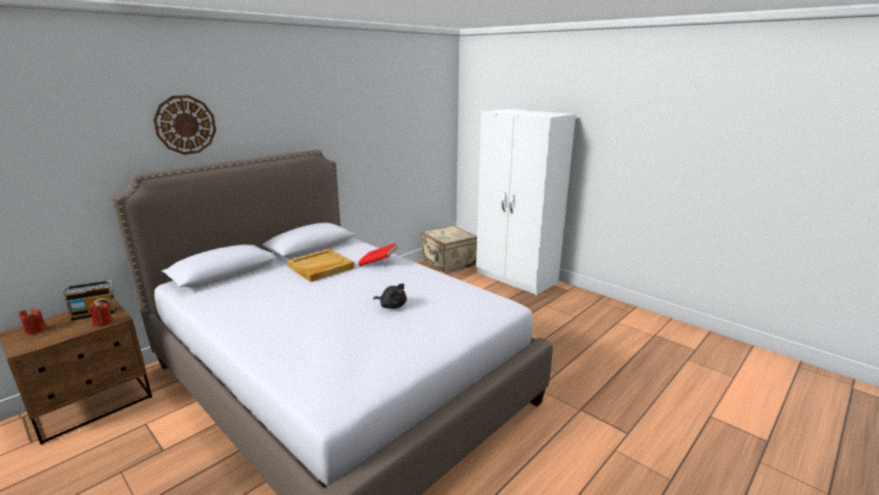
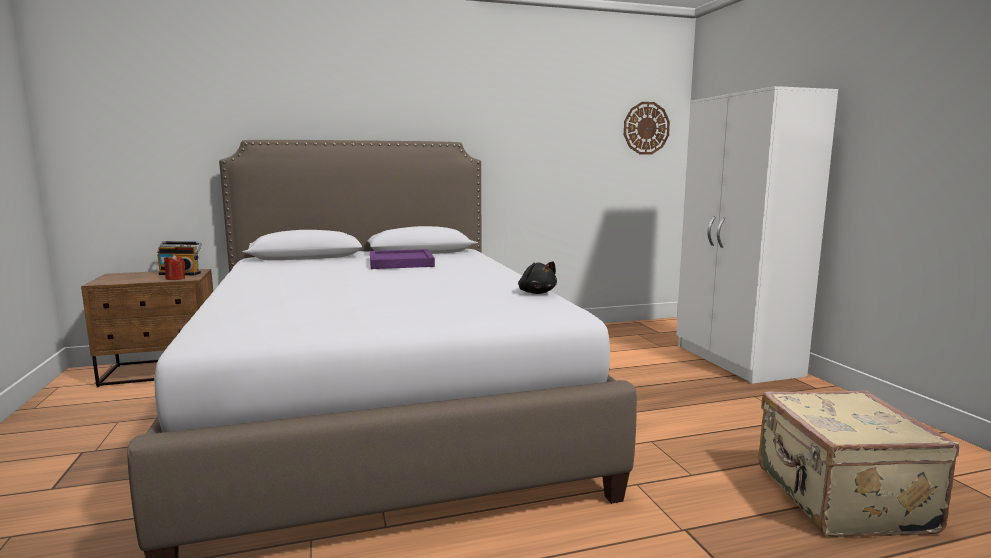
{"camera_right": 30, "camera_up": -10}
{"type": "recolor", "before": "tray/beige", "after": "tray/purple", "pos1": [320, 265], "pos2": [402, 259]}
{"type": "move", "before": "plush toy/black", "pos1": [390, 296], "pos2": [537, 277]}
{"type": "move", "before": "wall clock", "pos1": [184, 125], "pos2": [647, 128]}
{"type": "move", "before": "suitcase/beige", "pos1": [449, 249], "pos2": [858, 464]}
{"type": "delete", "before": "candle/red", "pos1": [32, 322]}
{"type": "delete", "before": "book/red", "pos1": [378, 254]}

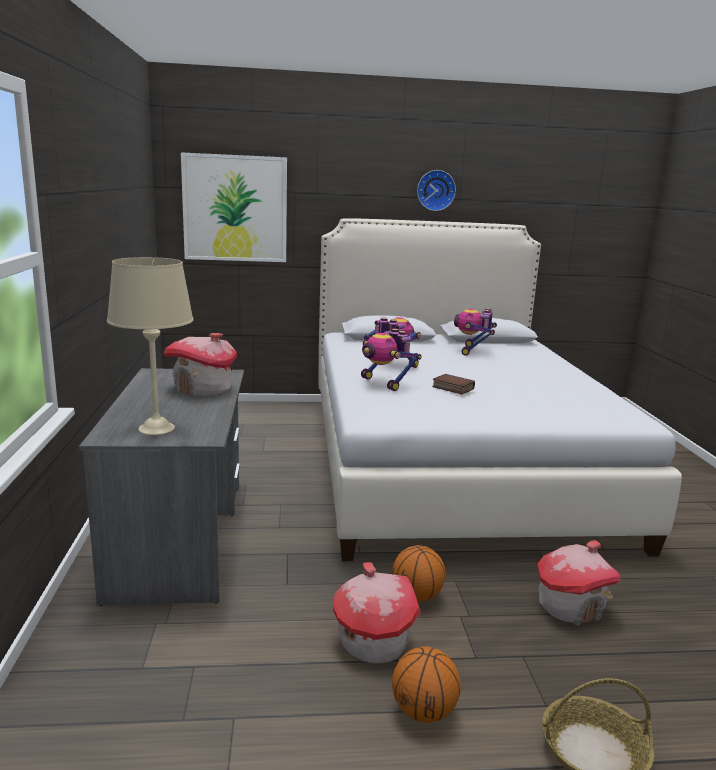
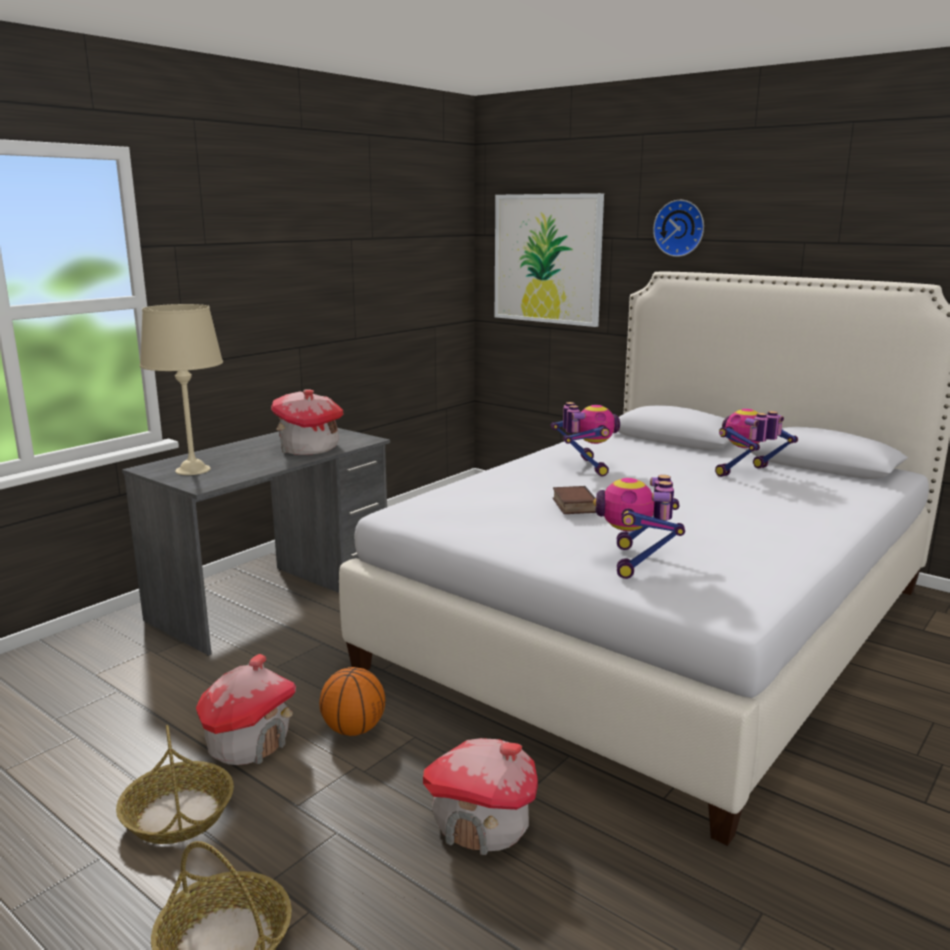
{"camera_right": 45, "camera_up": 0}
{"type": "replace", "before": "basketball", "after": "basket", "pos1": [426, 684], "pos2": [175, 784]}
{"type": "move", "before": "toy robot", "pos1": [391, 360], "pos2": [639, 527]}
{"type": "move", "before": "wall clock", "pos1": [436, 190], "pos2": [678, 228]}

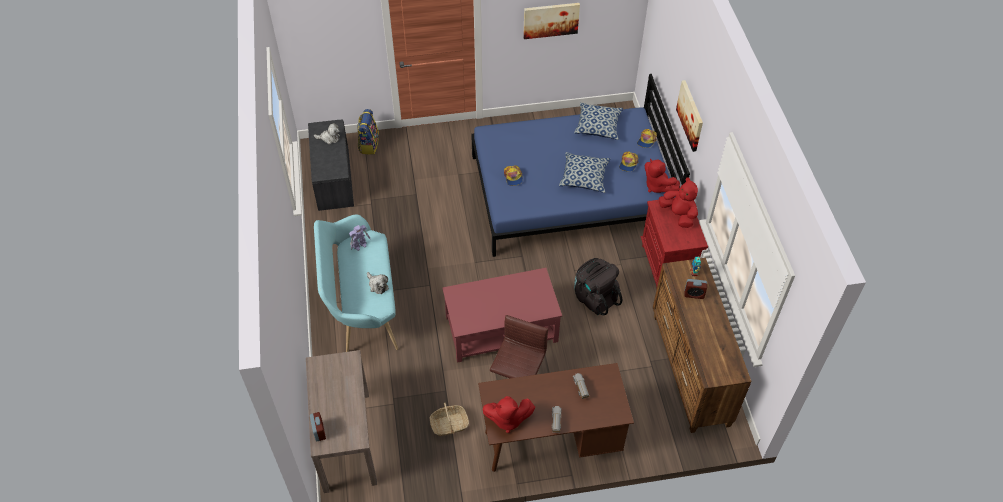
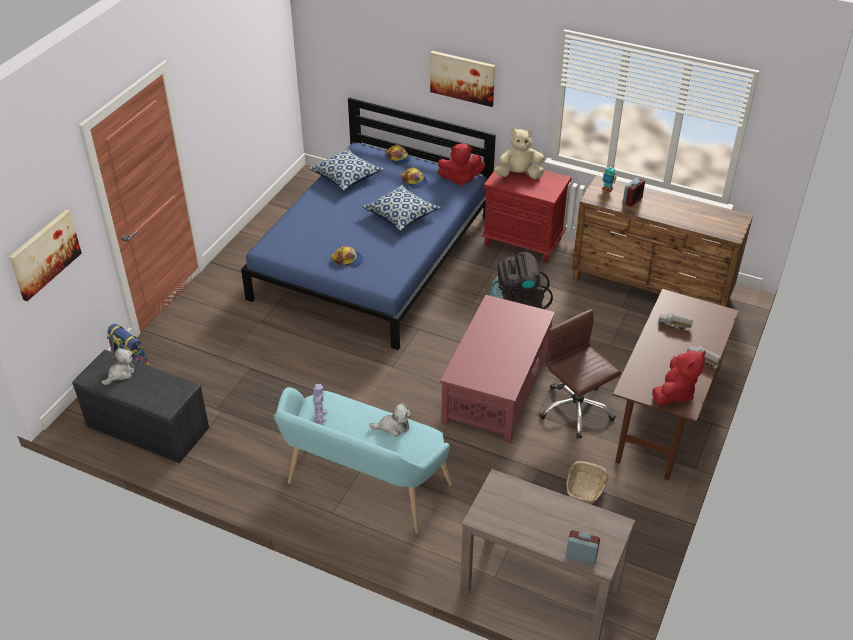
{"camera_right": -55, "camera_up": -10}
{"type": "move", "before": "picture", "pos1": [551, 21], "pos2": [45, 255]}
{"type": "recolor", "before": "plush toy/red", "after": "plush toy/beige", "pos1": [678, 202], "pos2": [519, 153]}

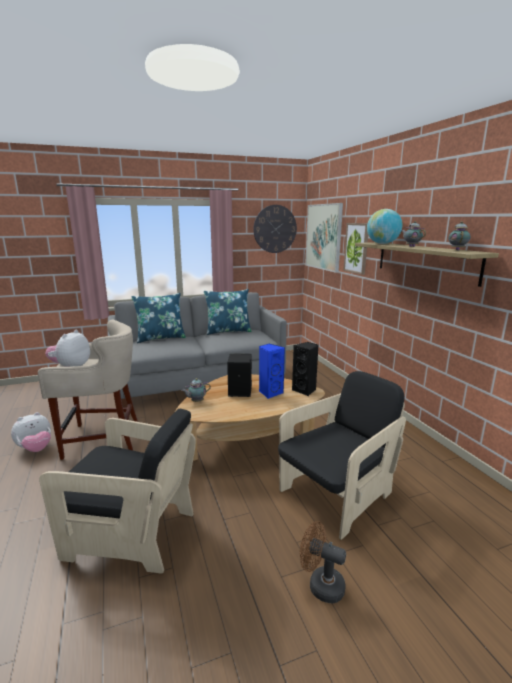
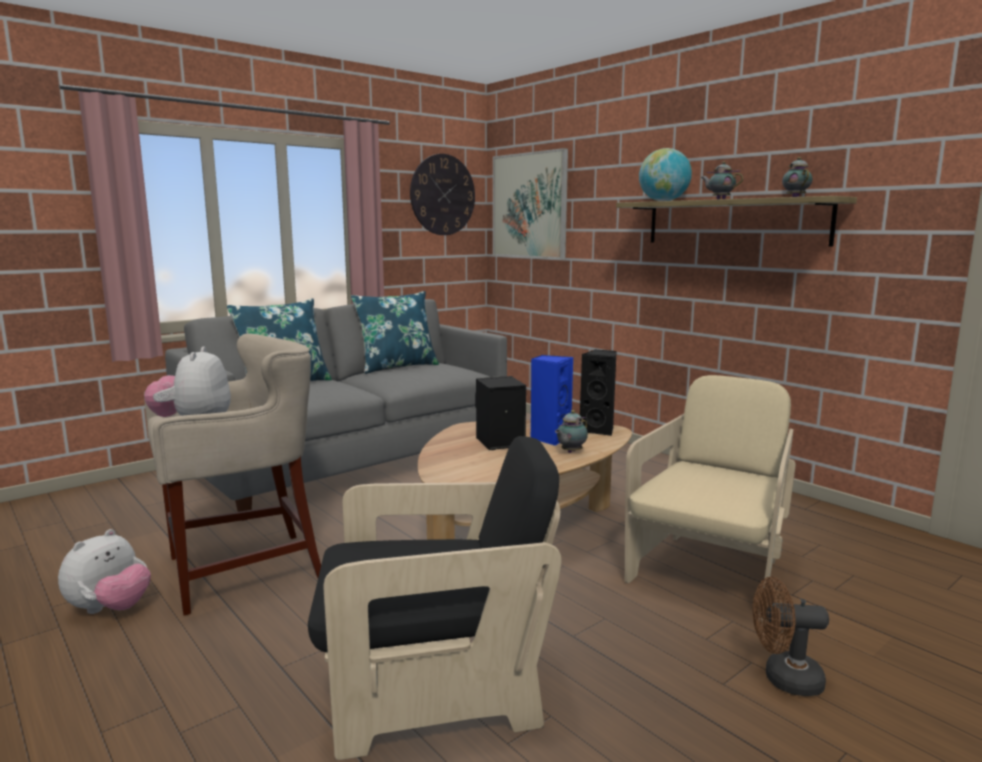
{"camera_right": -20, "camera_up": -5}
{"type": "move", "before": "teapot", "pos1": [196, 390], "pos2": [571, 431]}
{"type": "recolor", "before": "armchair/black", "after": "armchair/beige", "pos1": [342, 455], "pos2": [710, 498]}
{"type": "delete", "before": "picture", "pos1": [355, 249]}

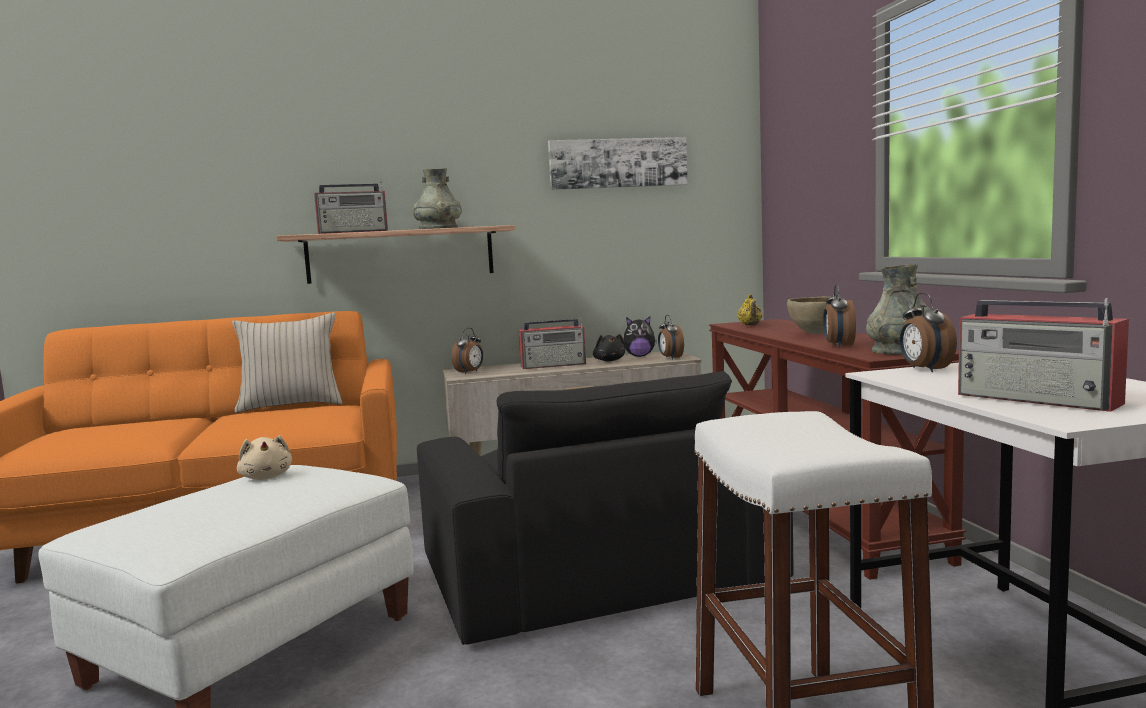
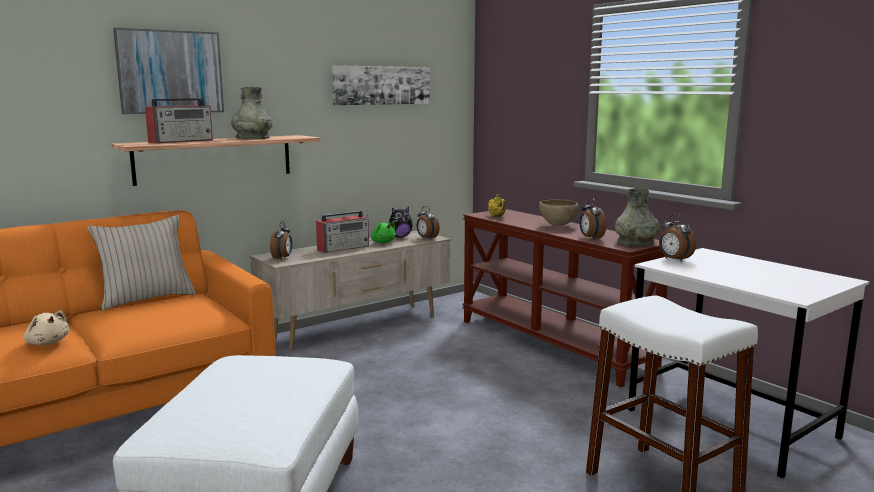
{"camera_right": -25, "camera_up": 5}
{"type": "move", "before": "plush toy/beige", "pos1": [264, 457], "pos2": [46, 327]}
{"type": "insert", "after": "picture", "pos2": [168, 71]}
{"type": "recolor", "before": "plush toy/black", "after": "plush toy/green", "pos1": [609, 347], "pos2": [383, 232]}
{"type": "delete", "before": "armchair/black", "pos1": [605, 508]}
{"type": "delete", "before": "radio", "pos1": [1043, 355]}

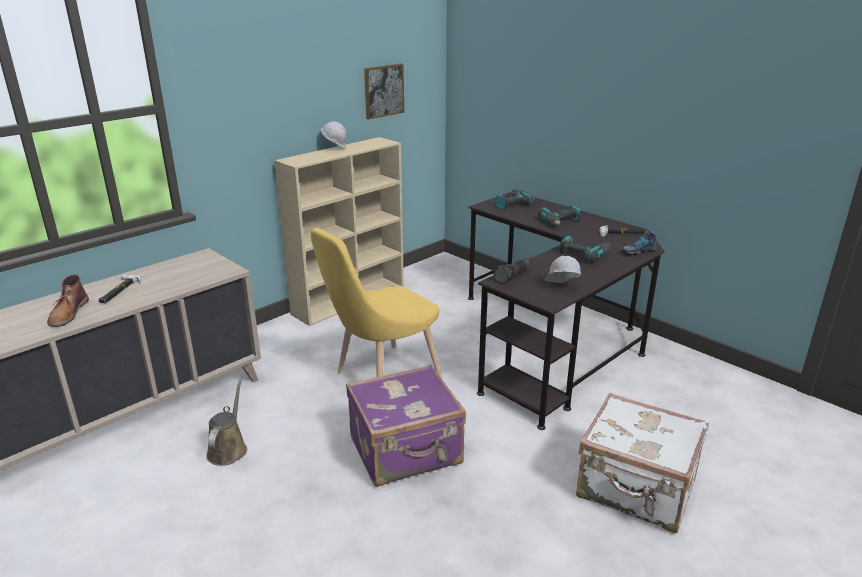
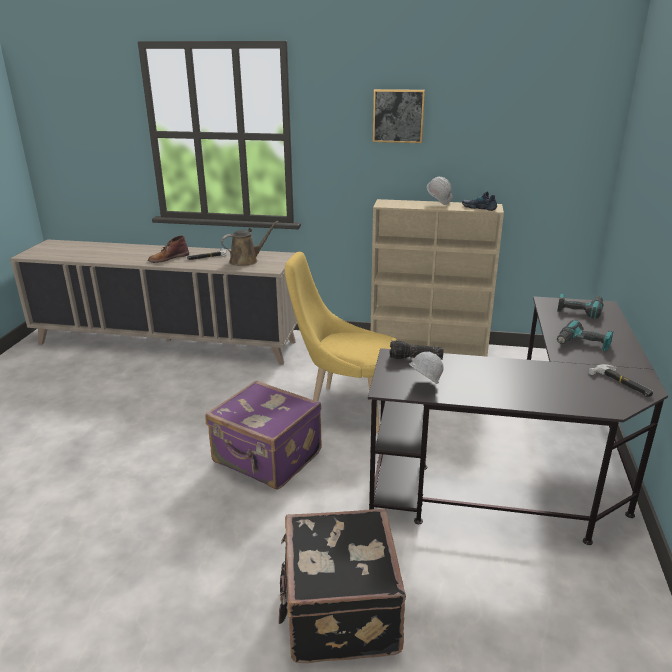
{"camera_right": 55, "camera_up": 0}
{"type": "move", "before": "watering can/brown", "pos1": [226, 422], "pos2": [250, 243]}
{"type": "recolor", "before": "suitcase/white", "after": "suitcase/black", "pos1": [642, 463], "pos2": [342, 585]}
{"type": "move", "before": "picture", "pos1": [384, 91], "pos2": [399, 116]}
{"type": "move", "before": "shoe", "pos1": [639, 244], "pos2": [479, 201]}
{"type": "delete", "before": "power drill", "pos1": [585, 249]}

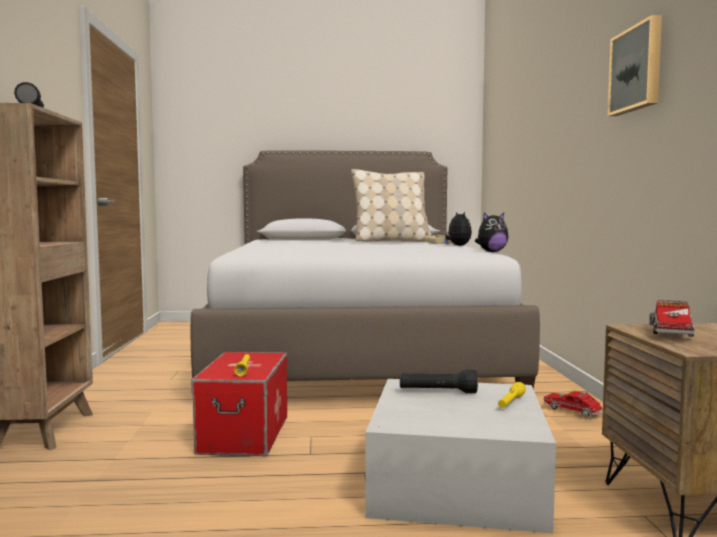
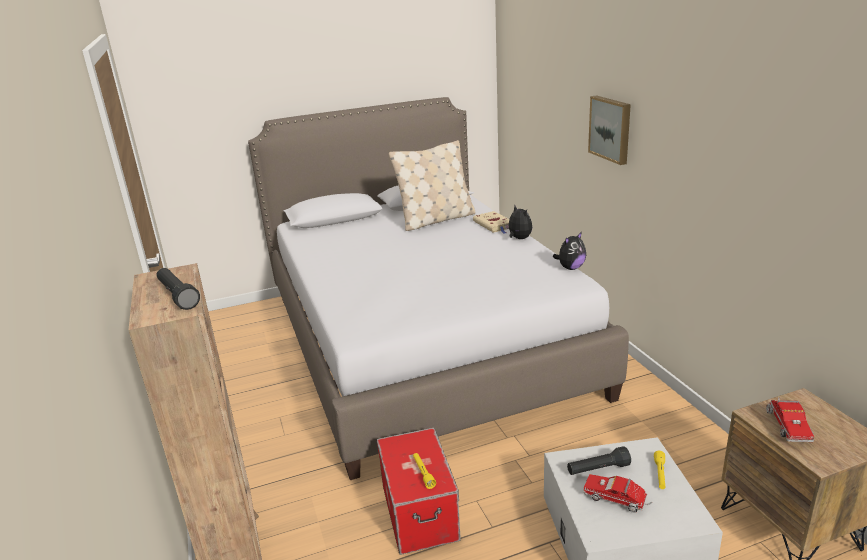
{"camera_right": -15, "camera_up": 20}
{"type": "move", "before": "toy truck", "pos1": [573, 404], "pos2": [617, 493]}
{"type": "move", "before": "picture", "pos1": [635, 65], "pos2": [609, 130]}

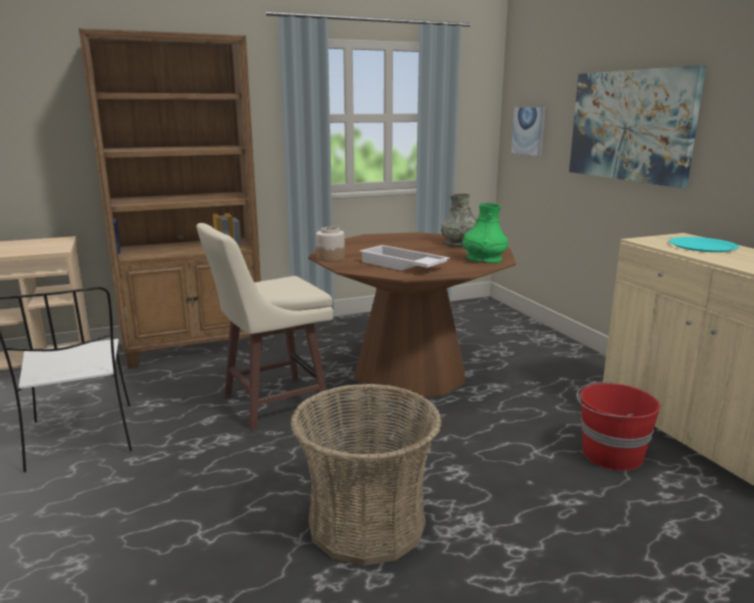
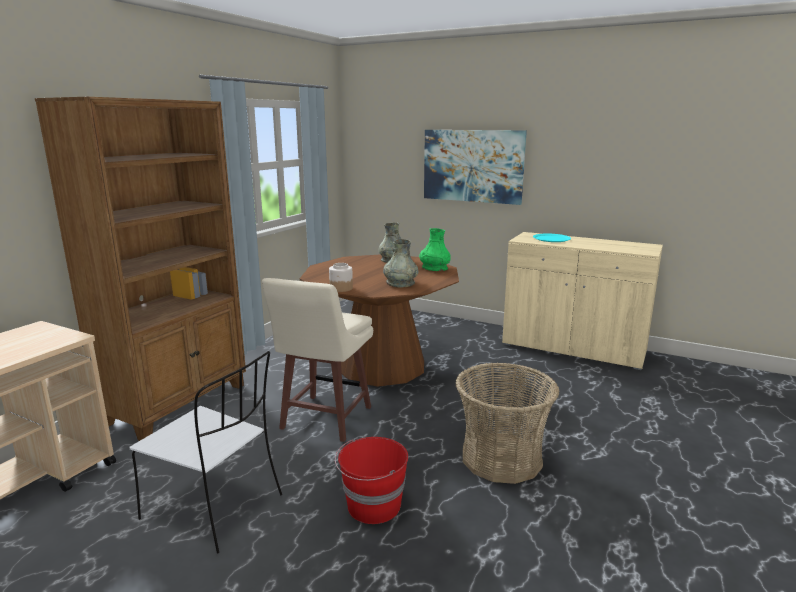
{"camera_right": -40, "camera_up": 0}
{"type": "move", "before": "bucket/red", "pos1": [618, 426], "pos2": [371, 480]}
{"type": "replace", "before": "tray/white", "after": "vase/grey", "pos1": [404, 258], "pos2": [400, 263]}
{"type": "delete", "before": "picture", "pos1": [528, 132]}

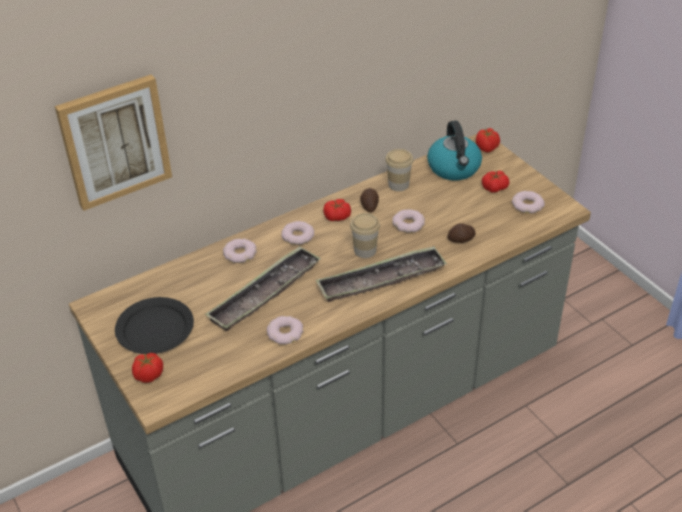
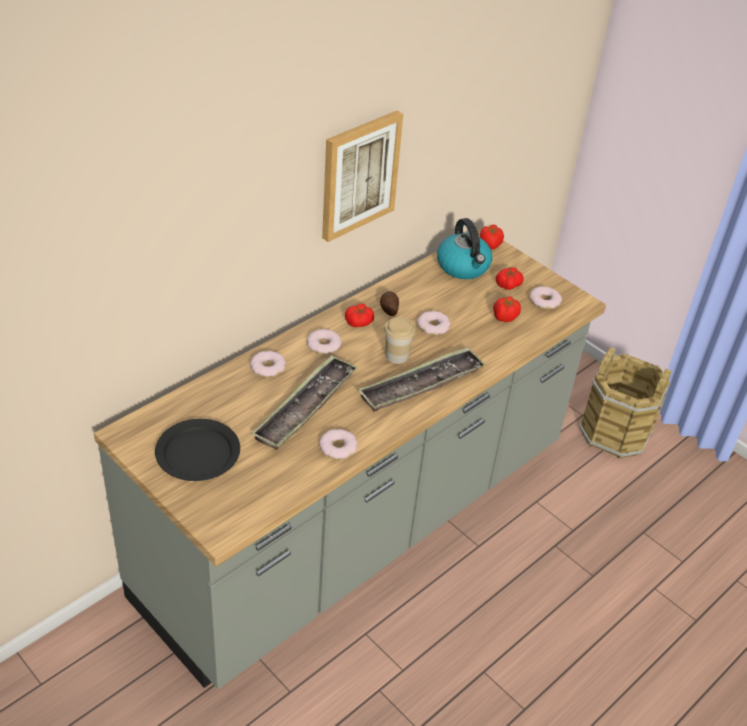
{"camera_right": -15, "camera_up": 0}
{"type": "move", "before": "picture", "pos1": [113, 142], "pos2": [362, 176]}
{"type": "move", "before": "tomato", "pos1": [147, 368], "pos2": [507, 309]}
{"type": "insert", "after": "bucket/brown", "pos2": [625, 403]}
{"type": "delete", "before": "cup", "pos1": [399, 170]}
{"type": "delete", "before": "potato", "pos1": [461, 233]}

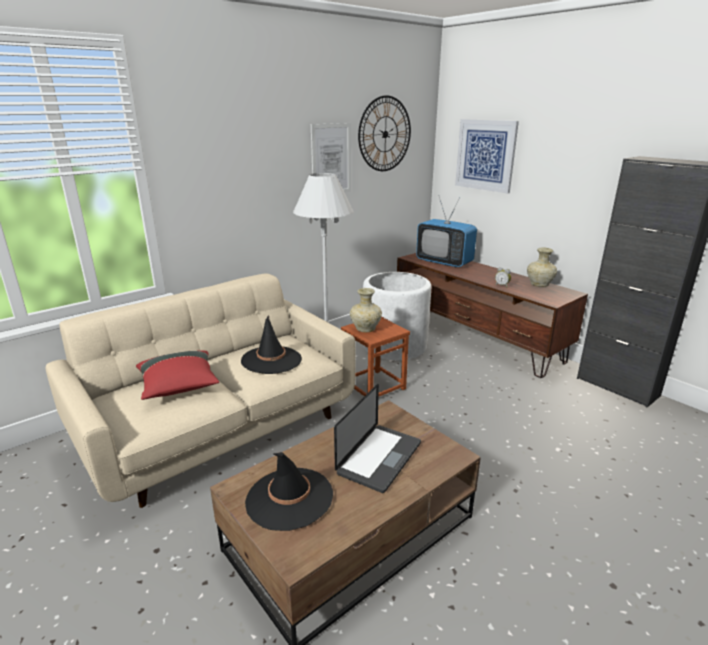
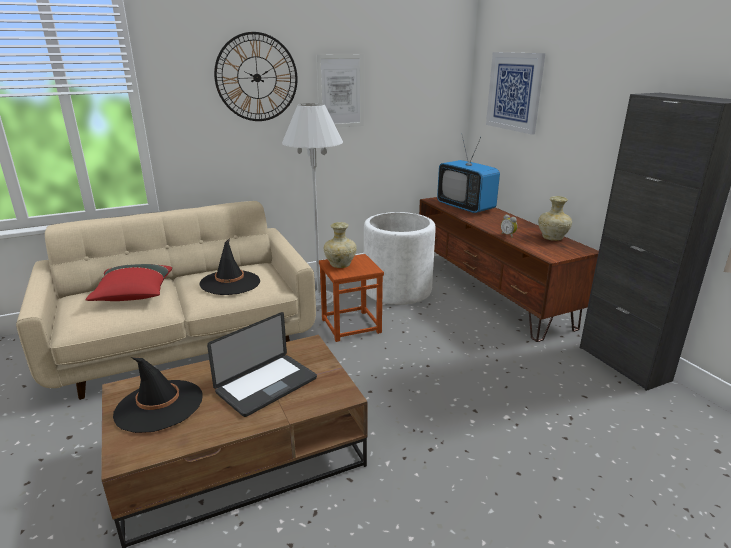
{"camera_right": 15, "camera_up": 0}
{"type": "move", "before": "wall clock", "pos1": [384, 133], "pos2": [255, 76]}

